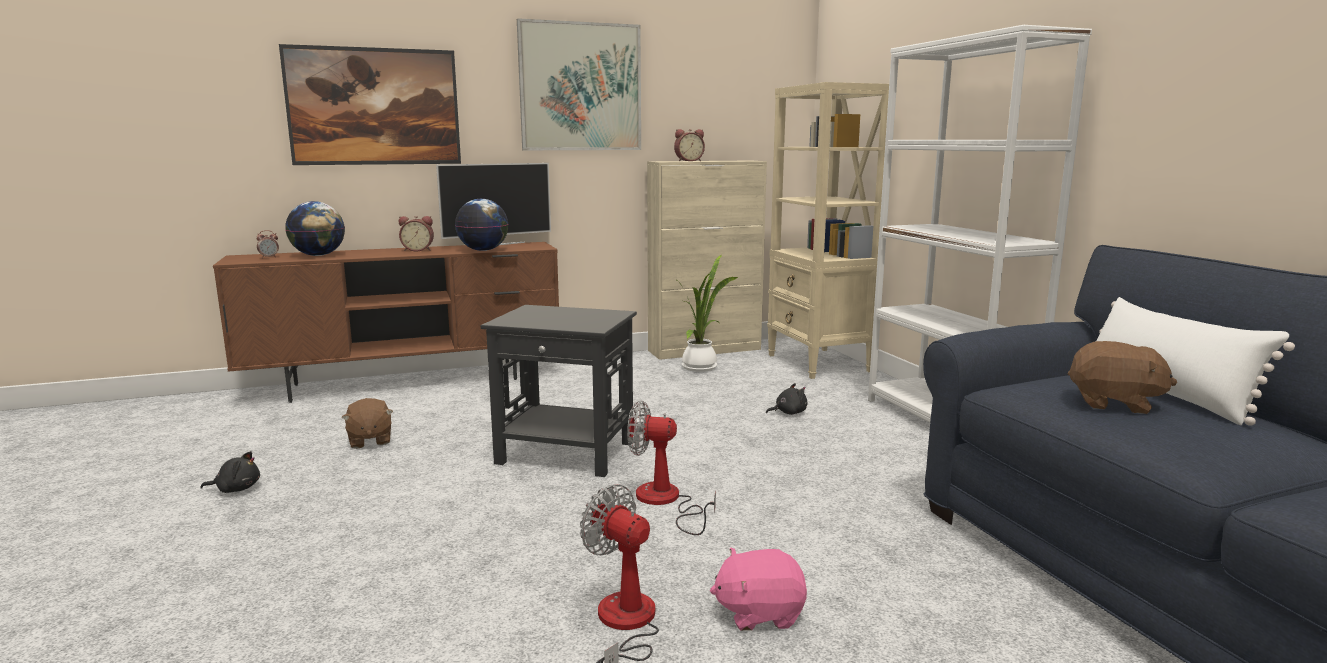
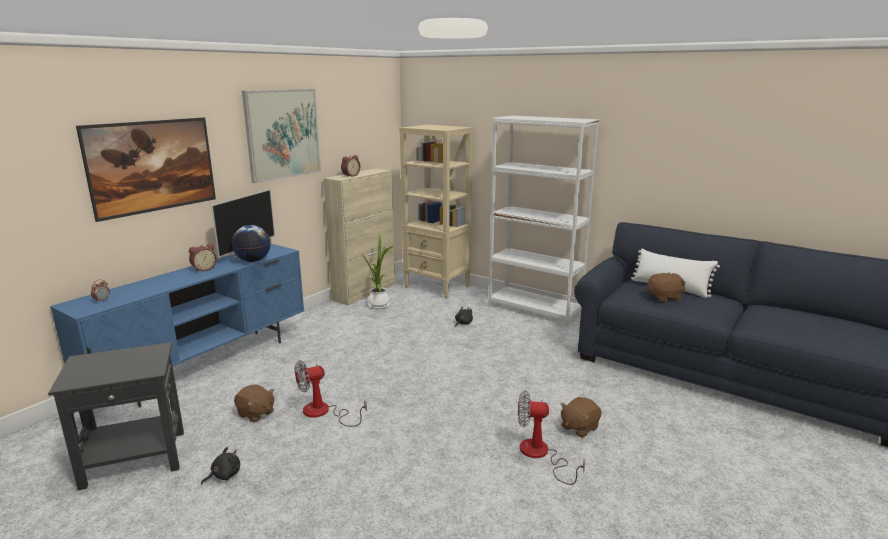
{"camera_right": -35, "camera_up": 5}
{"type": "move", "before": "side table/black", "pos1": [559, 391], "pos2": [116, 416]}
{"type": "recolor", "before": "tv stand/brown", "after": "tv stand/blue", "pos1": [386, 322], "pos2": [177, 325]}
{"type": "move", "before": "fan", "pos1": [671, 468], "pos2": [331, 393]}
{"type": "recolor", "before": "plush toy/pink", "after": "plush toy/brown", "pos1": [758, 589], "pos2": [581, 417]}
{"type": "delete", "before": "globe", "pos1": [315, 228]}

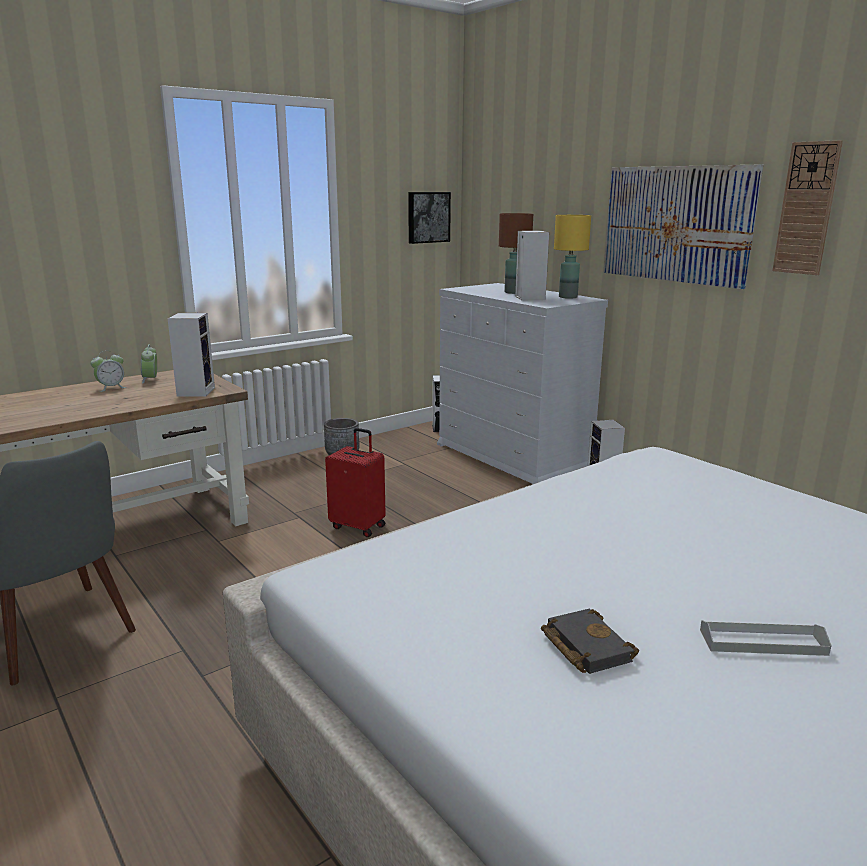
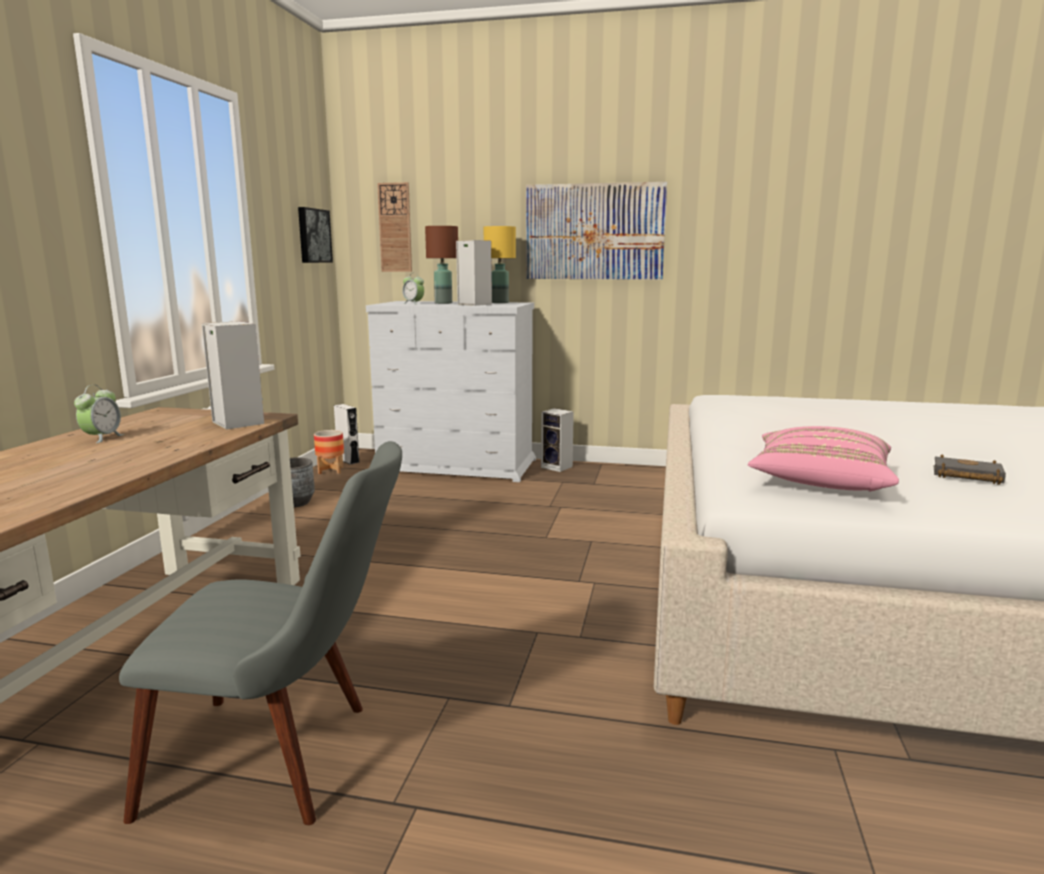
{"camera_right": -40, "camera_up": -5}
{"type": "insert", "after": "planter", "pos2": [329, 452]}
{"type": "move", "before": "wall clock", "pos1": [807, 207], "pos2": [394, 227]}
{"type": "move", "before": "alarm clock", "pos1": [149, 364], "pos2": [413, 288]}
{"type": "insert", "after": "pillow/pink", "pos2": [823, 459]}
{"type": "delete", "before": "suitcase/red", "pos1": [355, 482]}
{"type": "delete", "before": "tray/grey", "pos1": [766, 638]}

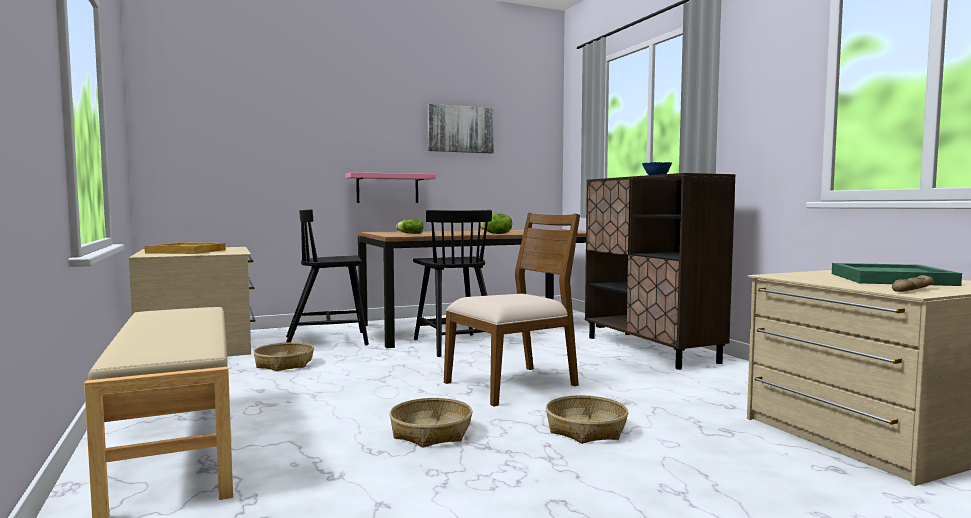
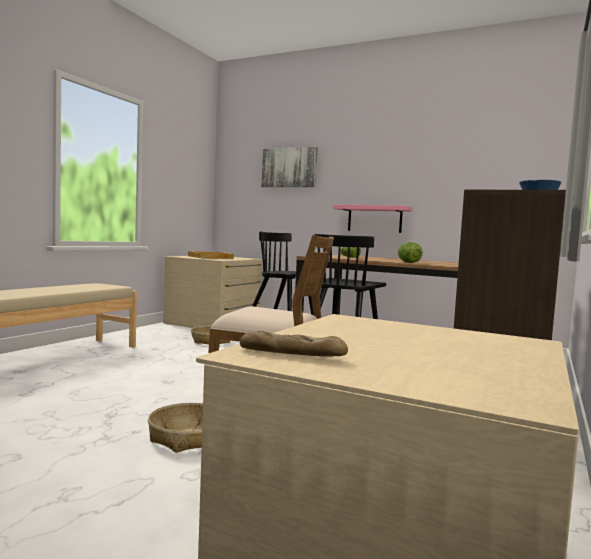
{"camera_right": 50, "camera_up": 0}
{"type": "move", "before": "picture", "pos1": [460, 128], "pos2": [289, 167]}
{"type": "delete", "before": "basket", "pos1": [431, 423]}
{"type": "delete", "before": "tray/green", "pos1": [897, 274]}

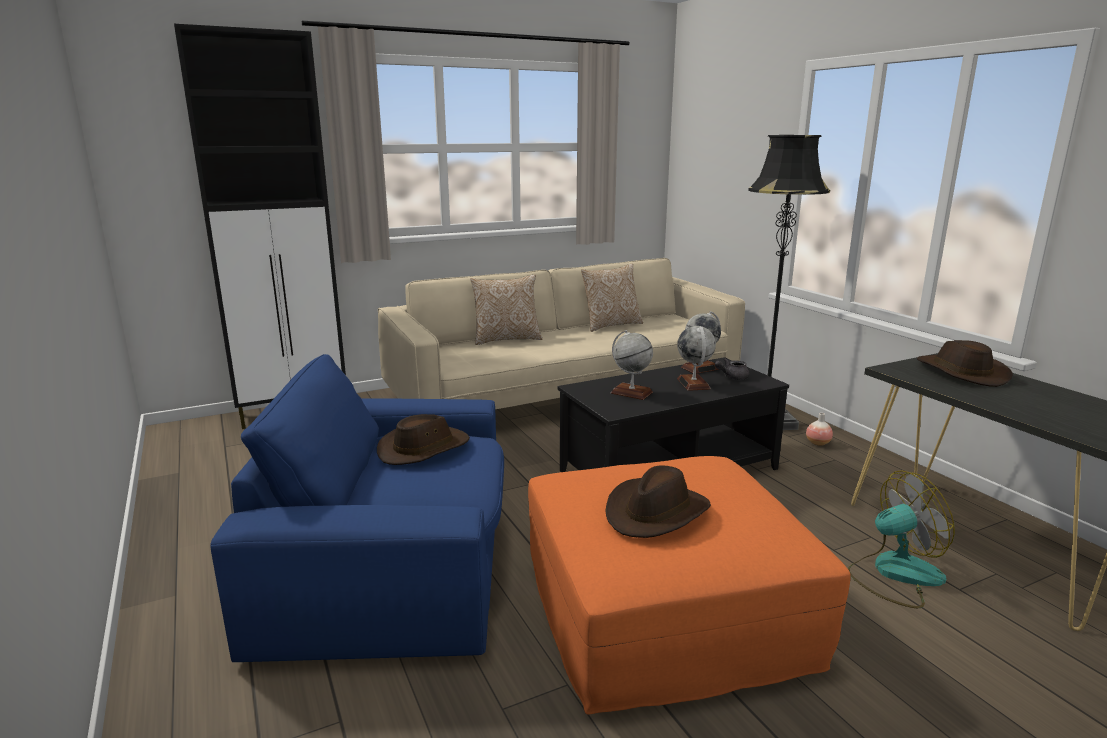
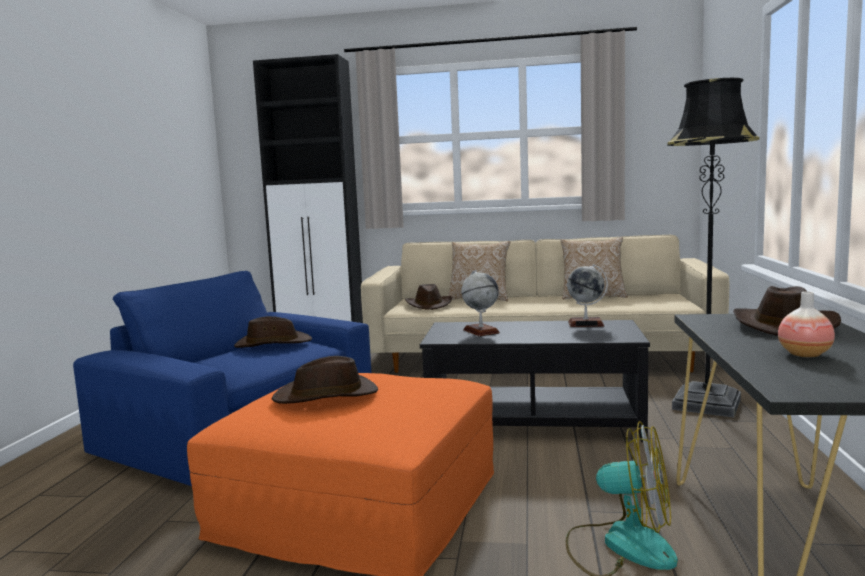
{"camera_right": 35, "camera_up": -10}
{"type": "insert", "after": "hat/brown", "pos2": [428, 297]}
{"type": "move", "before": "vase", "pos1": [819, 429], "pos2": [806, 324]}
{"type": "delete", "before": "globe", "pos1": [696, 358]}
{"type": "delete", "before": "teapot/grey", "pos1": [732, 369]}

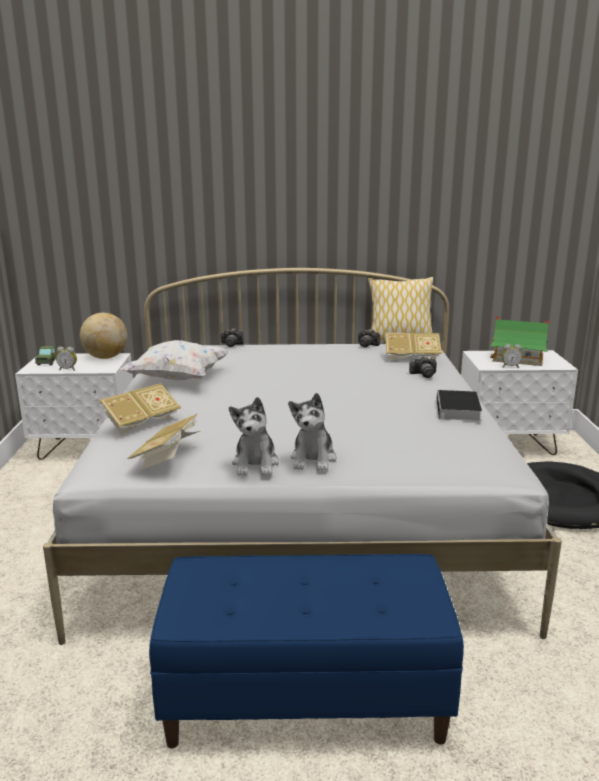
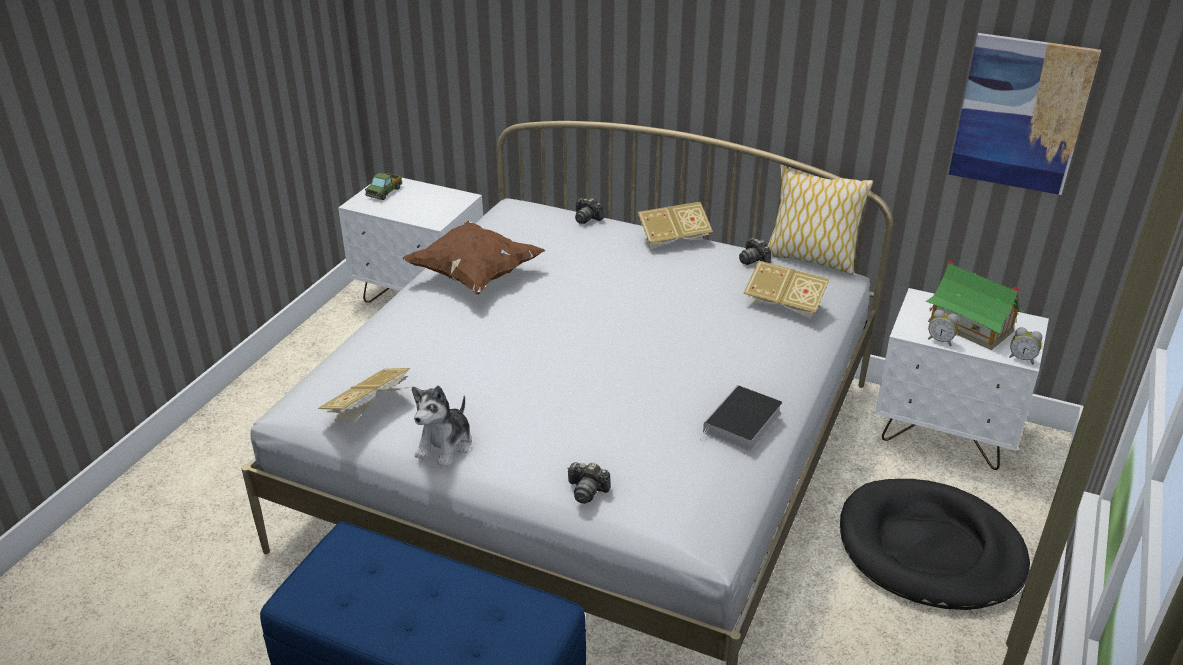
{"camera_right": 25, "camera_up": 15}
{"type": "recolor", "before": "pillow/white", "after": "pillow/brown", "pos1": [175, 360], "pos2": [474, 257]}
{"type": "move", "before": "photo camera", "pos1": [423, 367], "pos2": [589, 483]}
{"type": "move", "before": "book", "pos1": [140, 409], "pos2": [675, 225]}
{"type": "insert", "after": "picture", "pos2": [1025, 114]}
{"type": "move", "before": "alarm clock", "pos1": [66, 359], "pos2": [1025, 345]}
{"type": "delete", "before": "globe", "pos1": [104, 336]}
{"type": "delete", "before": "plush toy", "pos1": [312, 432]}

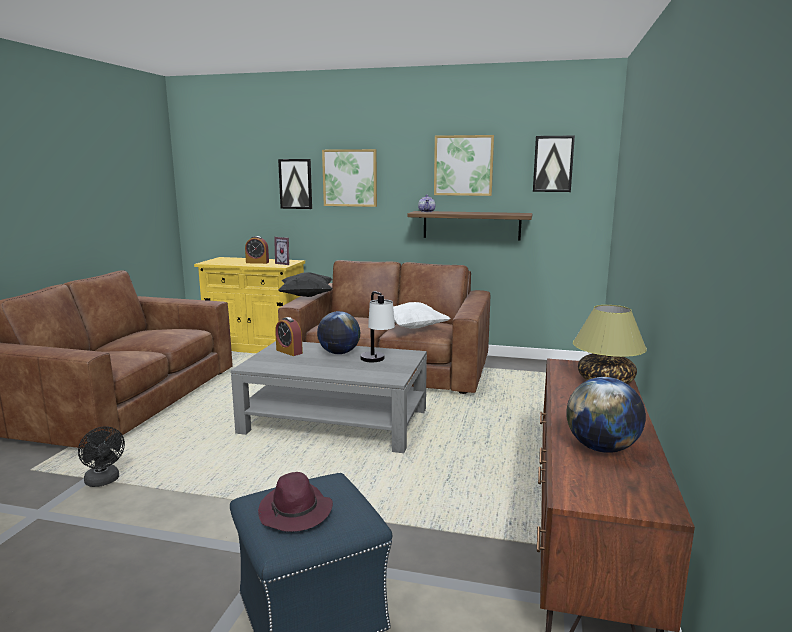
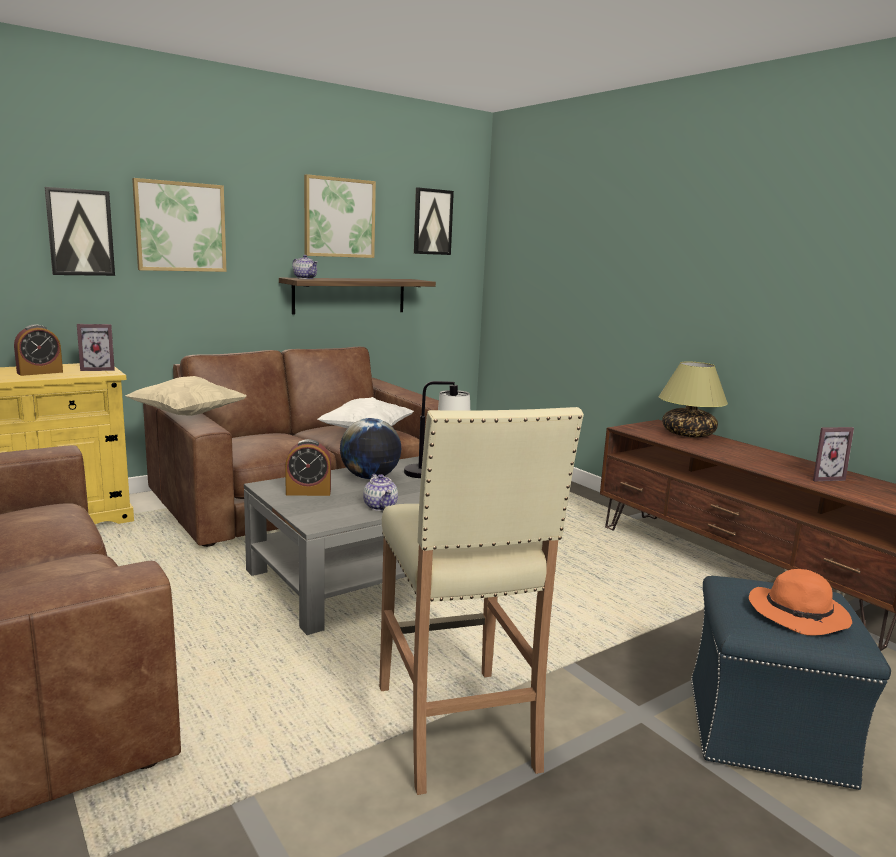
{"camera_right": -50, "camera_up": 0}
{"type": "recolor", "before": "pillow/black", "after": "pillow/beige", "pos1": [305, 284], "pos2": [186, 396]}
{"type": "insert", "after": "teapot", "pos2": [380, 492]}
{"type": "insert", "after": "stool/beige", "pos2": [481, 601]}
{"type": "recolor", "before": "hat/purple", "after": "hat/orange", "pos1": [295, 502], "pos2": [800, 602]}
{"type": "replace", "before": "globe", "after": "picture frame", "pos1": [606, 415], "pos2": [833, 454]}
{"type": "delete", "before": "fan/black", "pos1": [101, 457]}

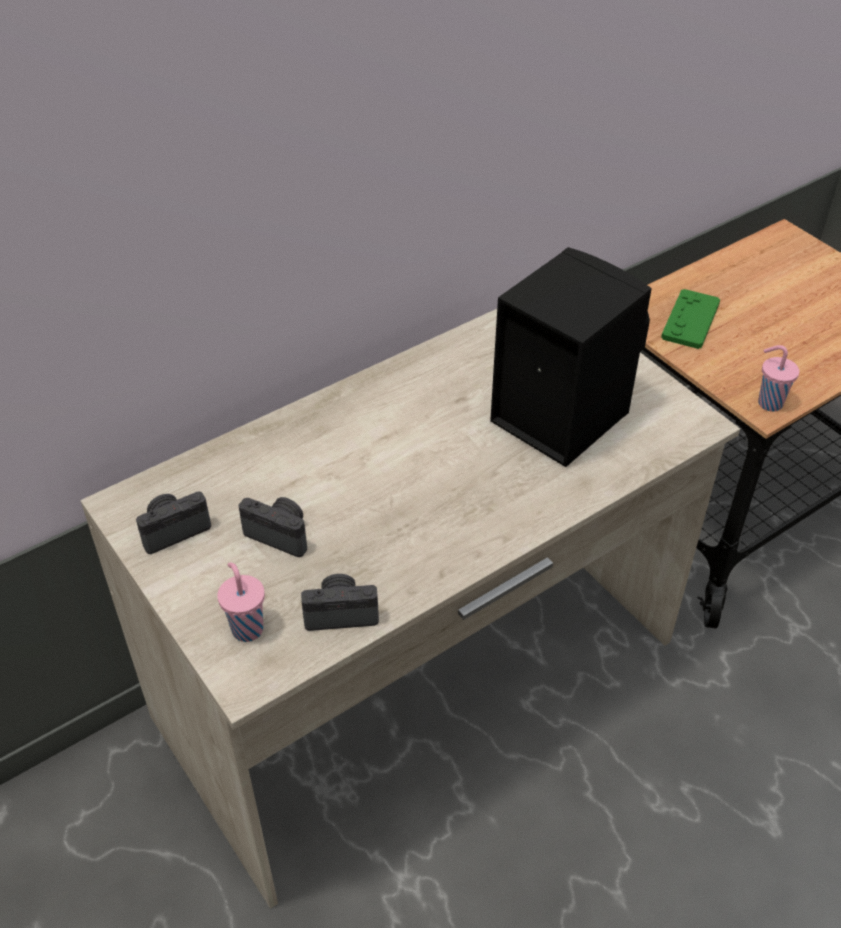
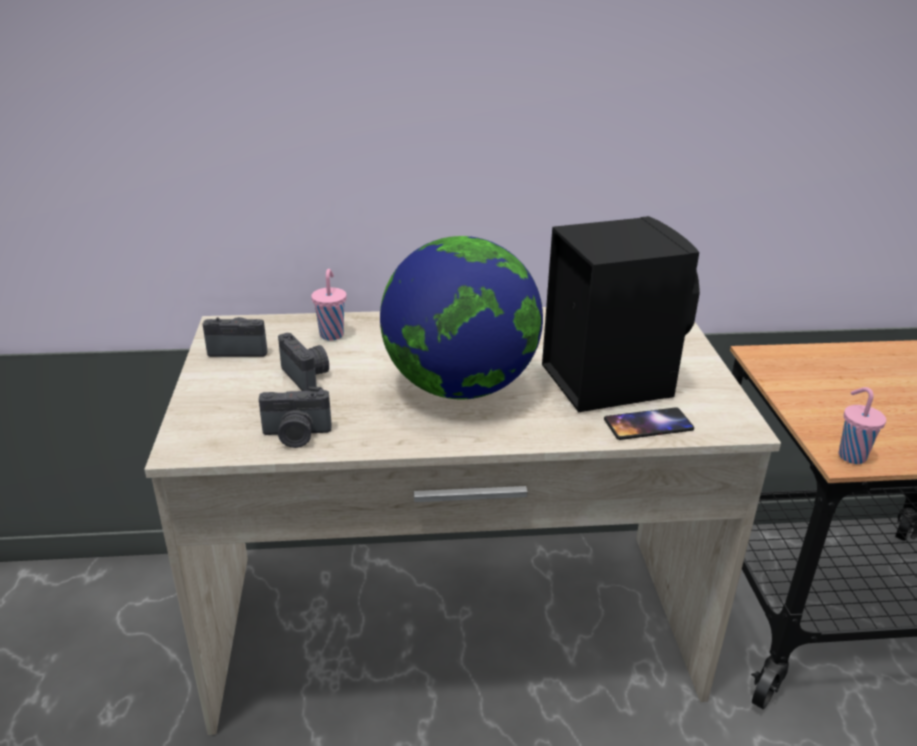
{"camera_right": 30, "camera_up": -15}
{"type": "rotate", "before": "photo camera", "pos1": [340, 602], "pos2": [295, 417], "turn": 150}
{"type": "move", "before": "cup/pink", "pos1": [241, 602], "pos2": [329, 304]}
{"type": "insert", "after": "globe", "pos2": [461, 317]}
{"type": "insert", "after": "phone", "pos2": [649, 423]}
{"type": "delete", "before": "game controller/green", "pos1": [690, 319]}

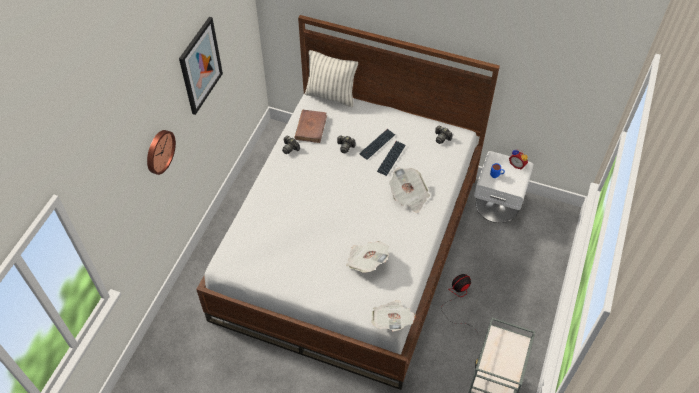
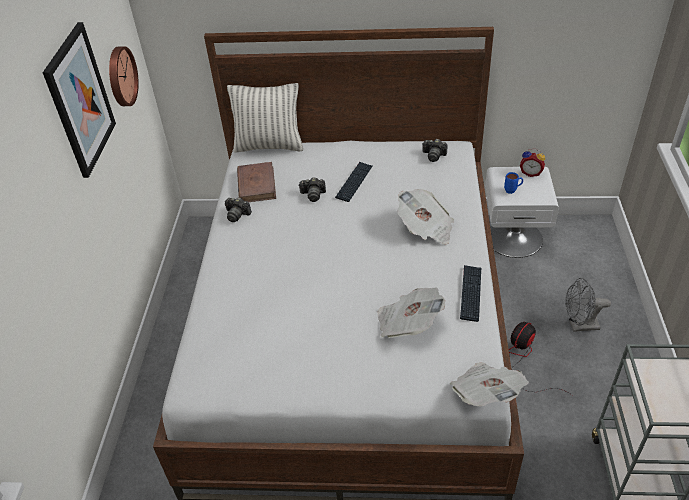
{"camera_right": -15, "camera_up": -10}
{"type": "move", "before": "wall clock", "pos1": [161, 152], "pos2": [124, 76]}
{"type": "move", "before": "keyboard", "pos1": [391, 158], "pos2": [470, 293]}
{"type": "insert", "after": "fan/grey", "pos2": [588, 305]}

